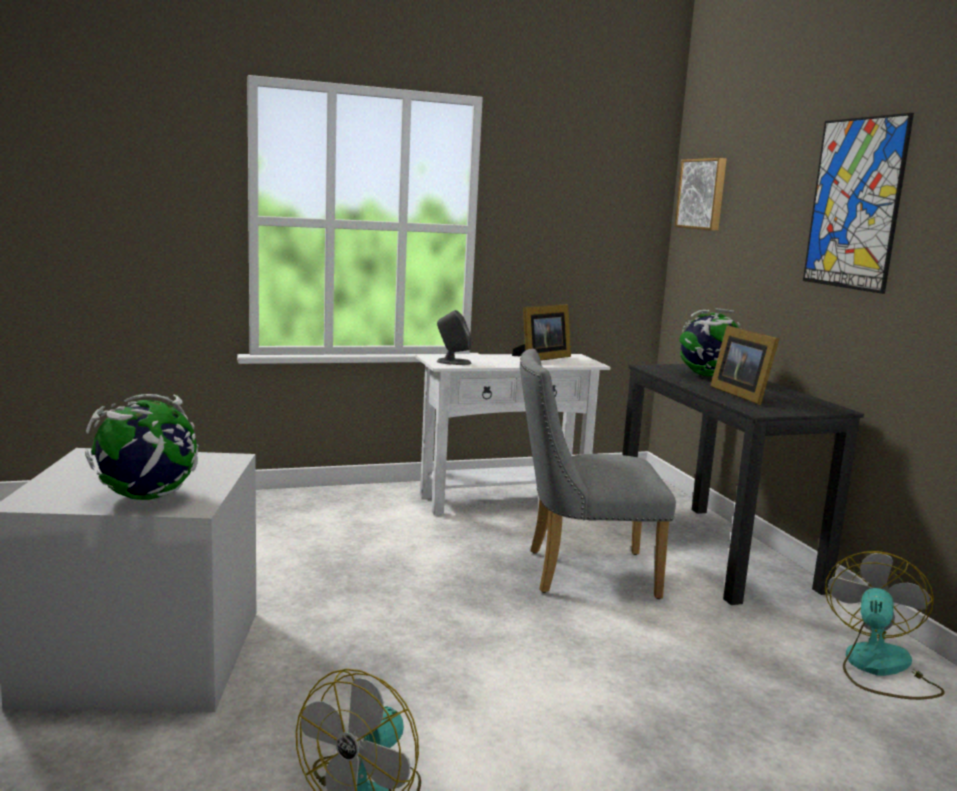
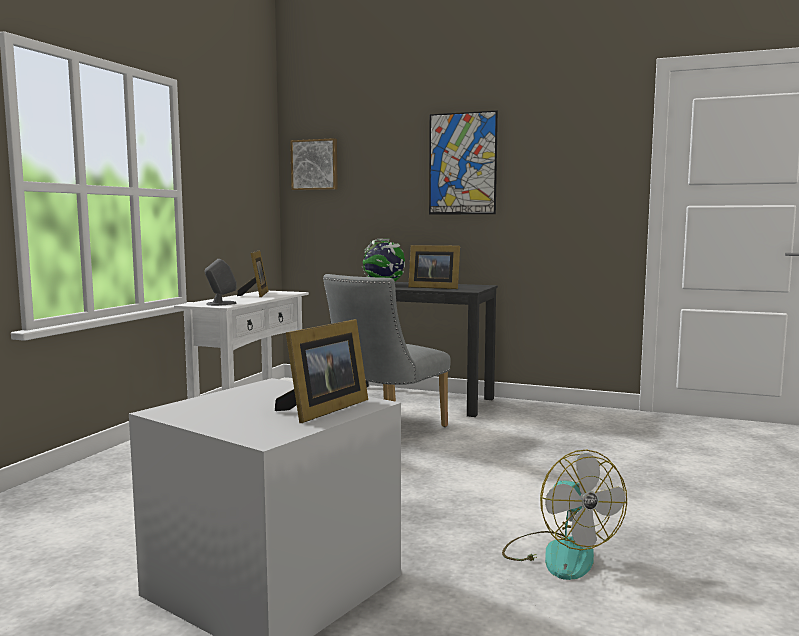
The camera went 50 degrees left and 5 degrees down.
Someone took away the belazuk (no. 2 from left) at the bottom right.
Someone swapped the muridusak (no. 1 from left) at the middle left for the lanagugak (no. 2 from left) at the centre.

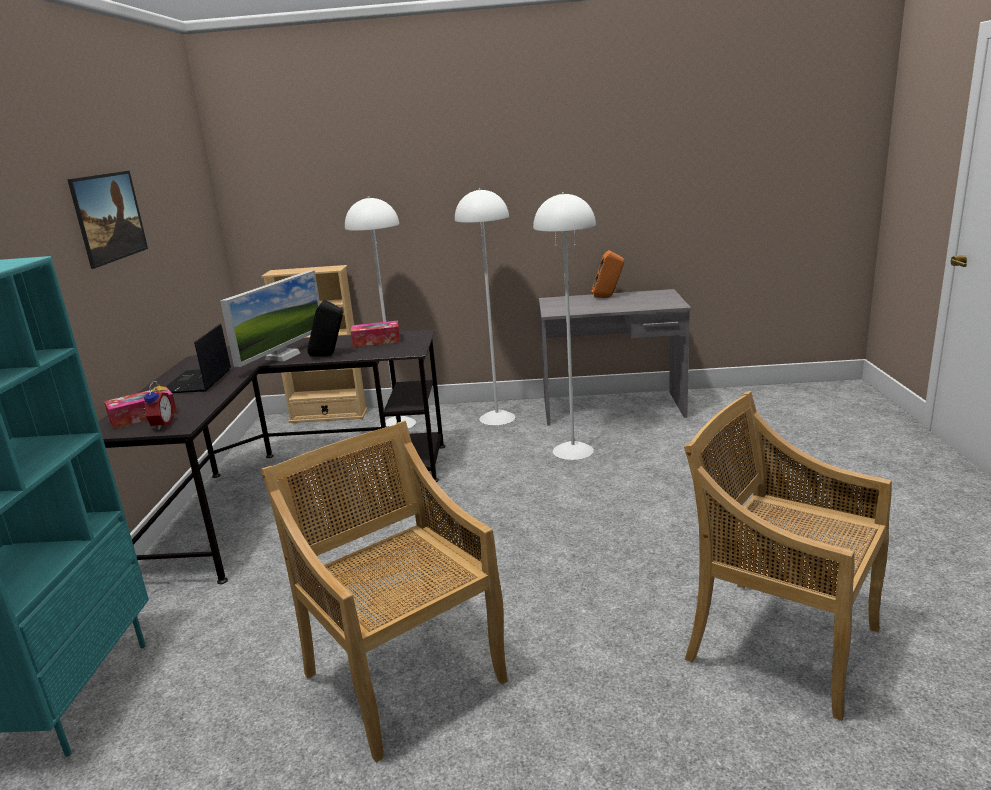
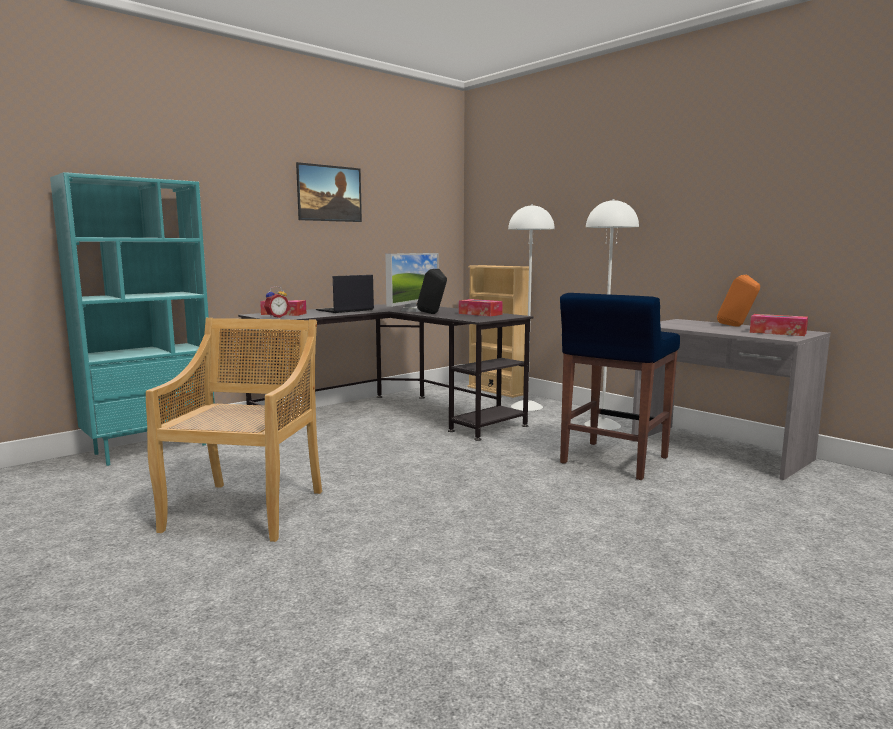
The camera went 45 degrees right and 10 degrees down.
Someone took away the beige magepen (no. 2 from left) at the bottom right.
Someone put down the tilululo (no. 3 from left) at the middle right.
Someone swapped the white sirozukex (no. 3 from left) at the centre for the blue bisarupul at the middle right.
Someone rotated the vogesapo at the middle left by 45 degrees counterclockwise.

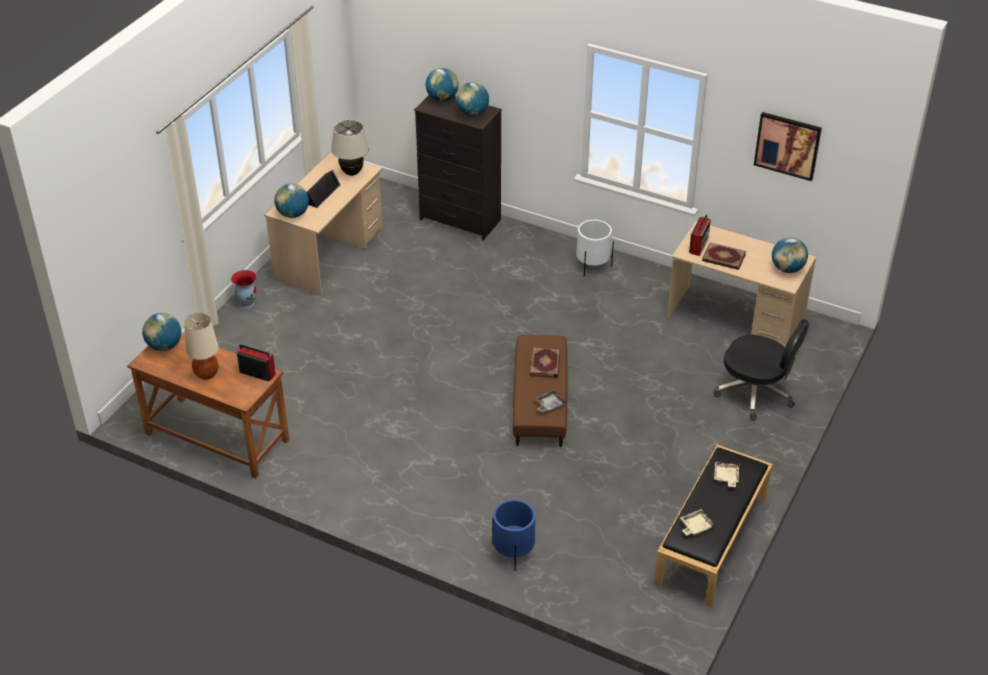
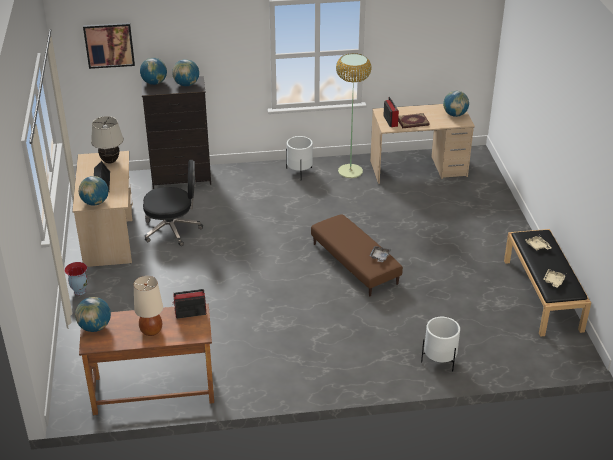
The camera went 35 degrees left and 5 degrees down.
Someone took away the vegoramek (no. 1 from left) at the centre.
Someone put down the sirozukex at the top centre.
Someone carried the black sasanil from the middle right to the middle left.
Someone carried the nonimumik from the top right to the top left.
Someone repainted the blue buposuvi at the bottom centre, which became the white buposuvi (no. 2 from left) at the bottom right.

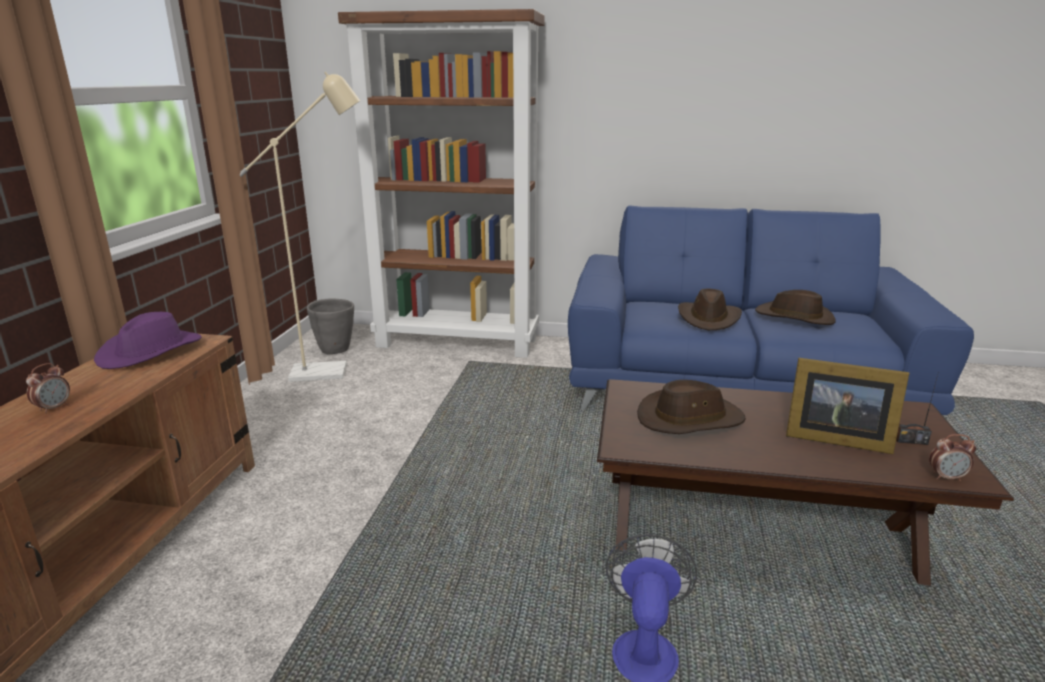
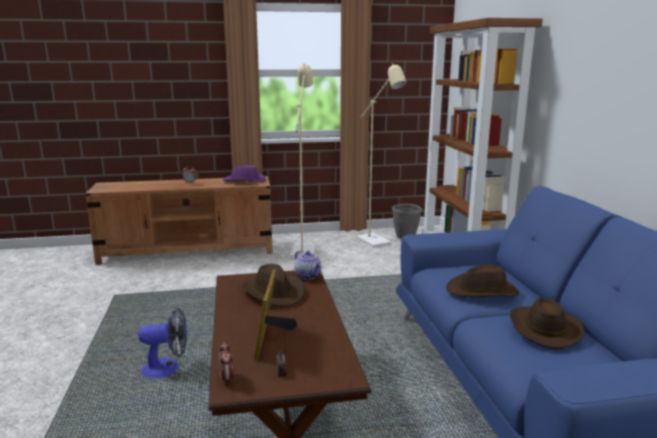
The camera went 70 degrees right and 5 degrees down.
Someone put down the beige sirozukex (no. 1 from left) at the centre.
Someone put down the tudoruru at the centre.

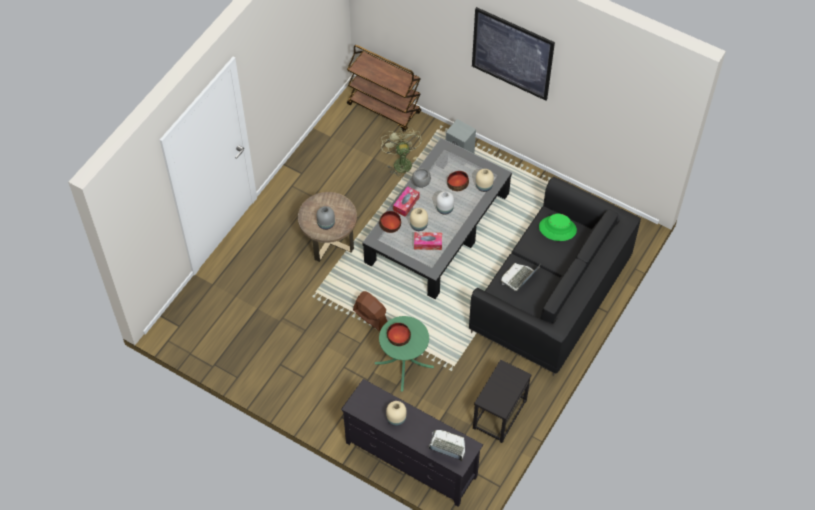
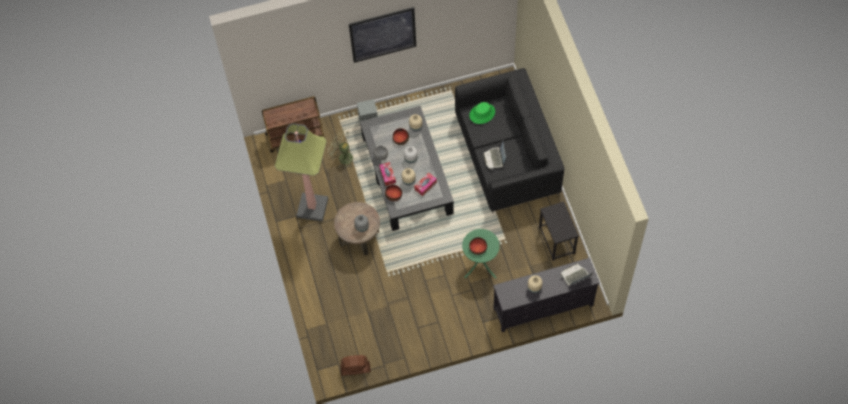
The camera went 45 degrees left and 5 degrees up.
Someone put down the sirozukex at the centre.
Someone carried the brown belazuk from the centre to the bottom centre.

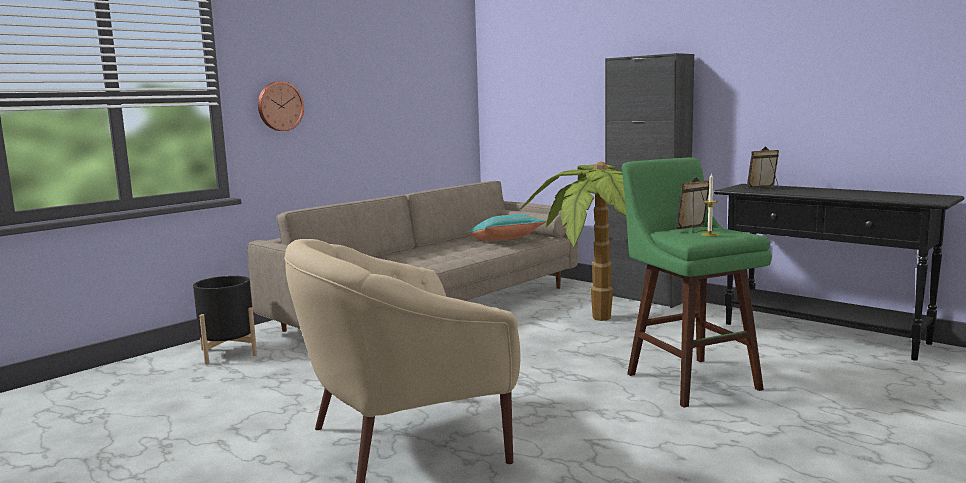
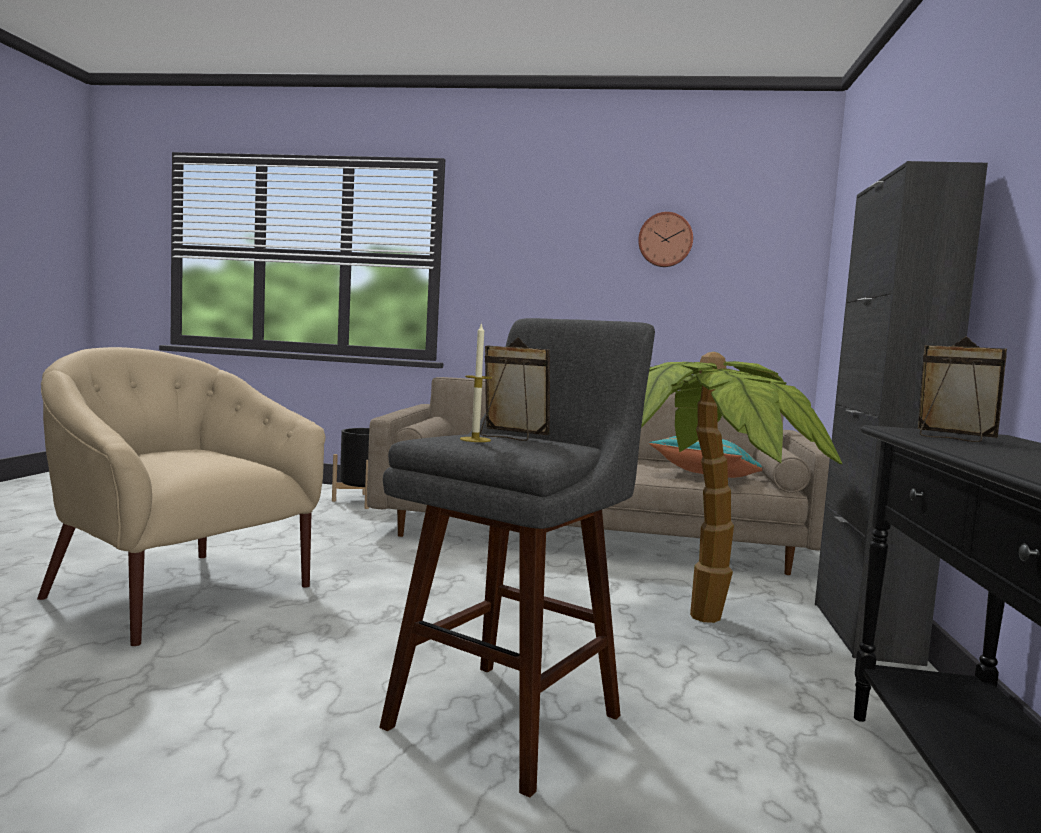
The camera went 55 degrees right and 5 degrees down.
Someone carried the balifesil from the top left to the top centre.
Someone repainted the green bisarupul at the middle right, which became the grey bisarupul at the bottom centre.

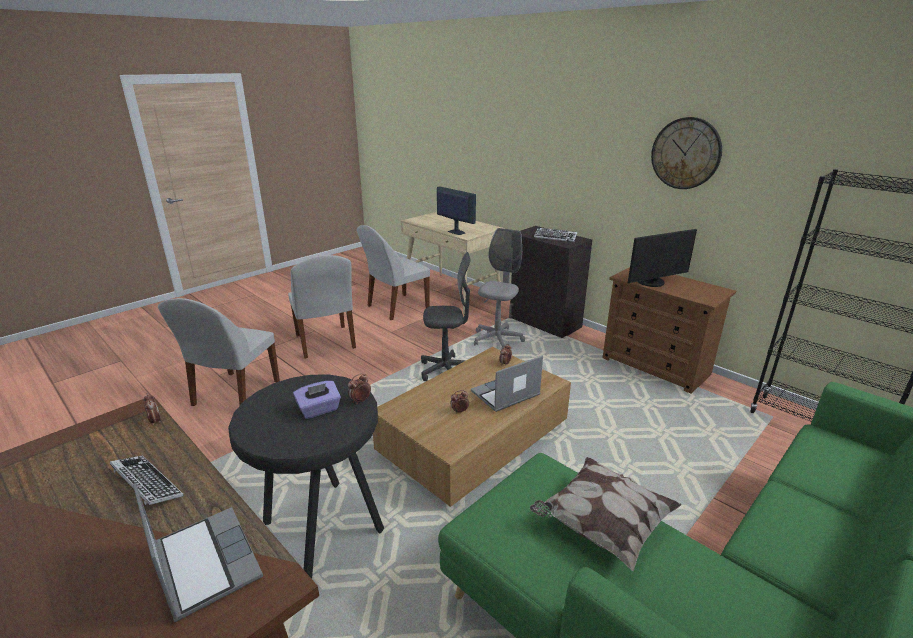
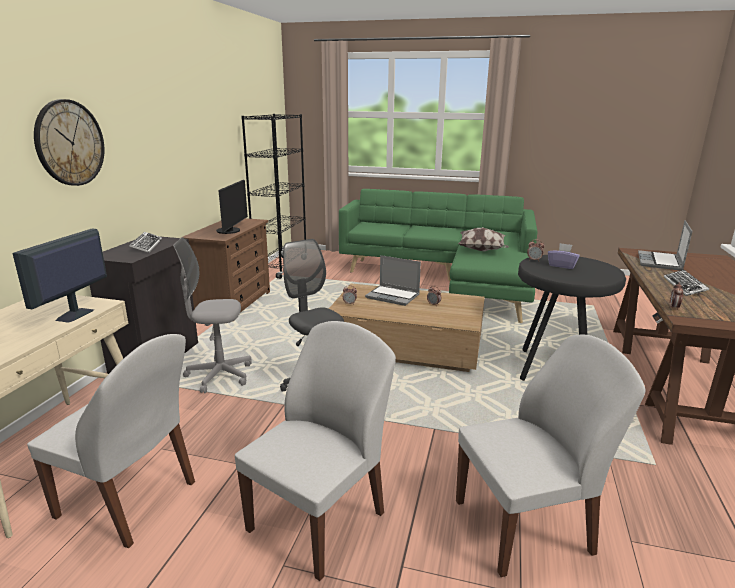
The camera went 120 degrees left and 5 degrees down.
Someone carried the balifesil from the top right to the top left.
Someone rotated the vogesapo (no. 2 from left) at the middle right by 60 degrees clockwise.

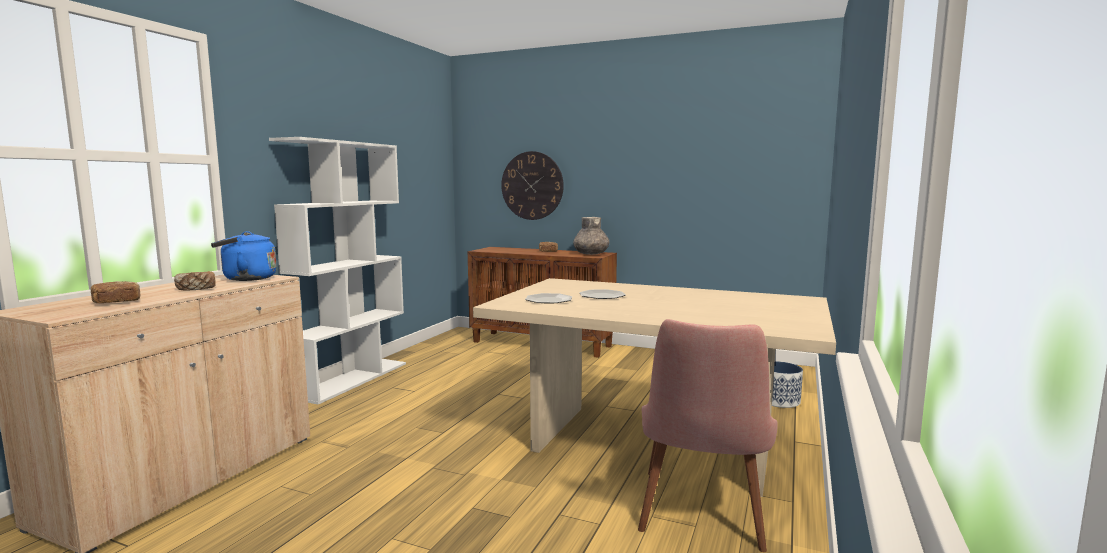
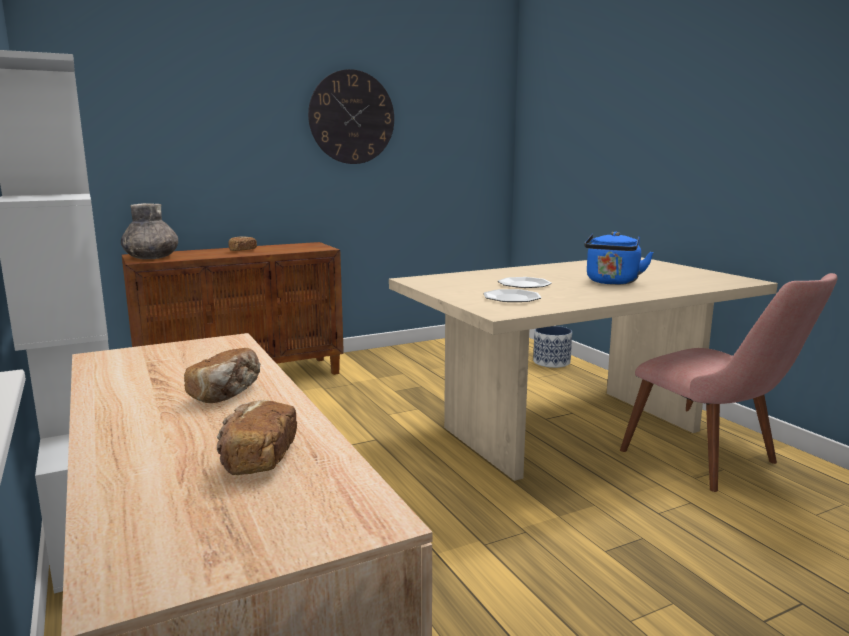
The camera went 50 degrees left and 5 degrees up.
Someone carried the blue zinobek from the middle left to the middle right.
Someone carried the balifesil from the centre to the top centre.
Someone carried the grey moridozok from the centre to the middle left.

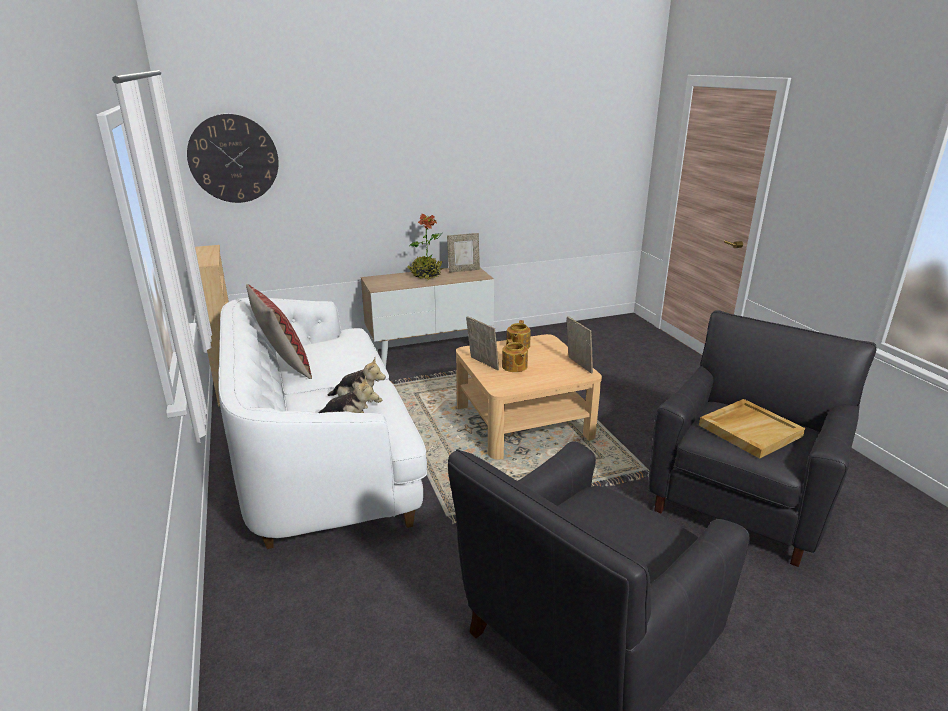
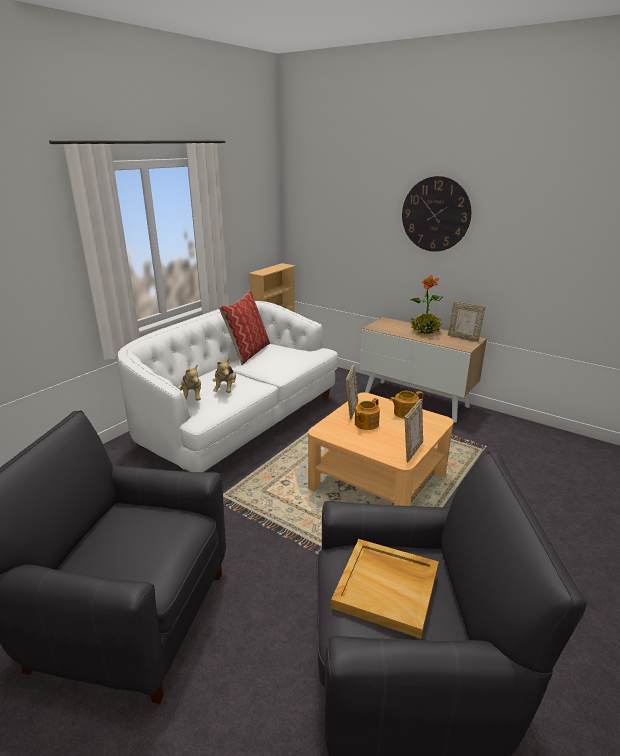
The camera went 55 degrees right and 0 degrees up.
Someone carried the balifesil from the top left to the top right.

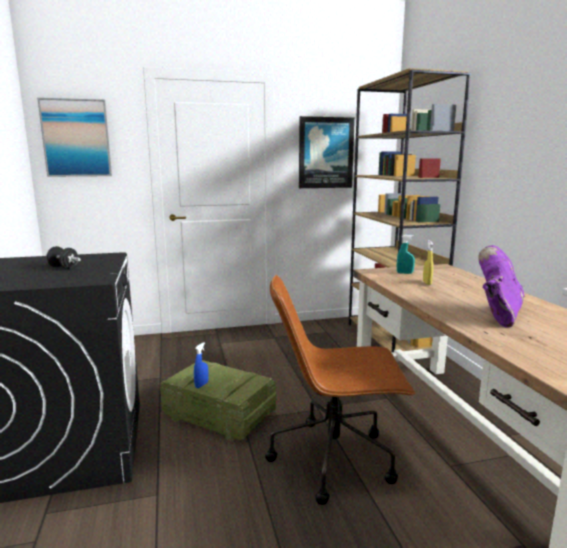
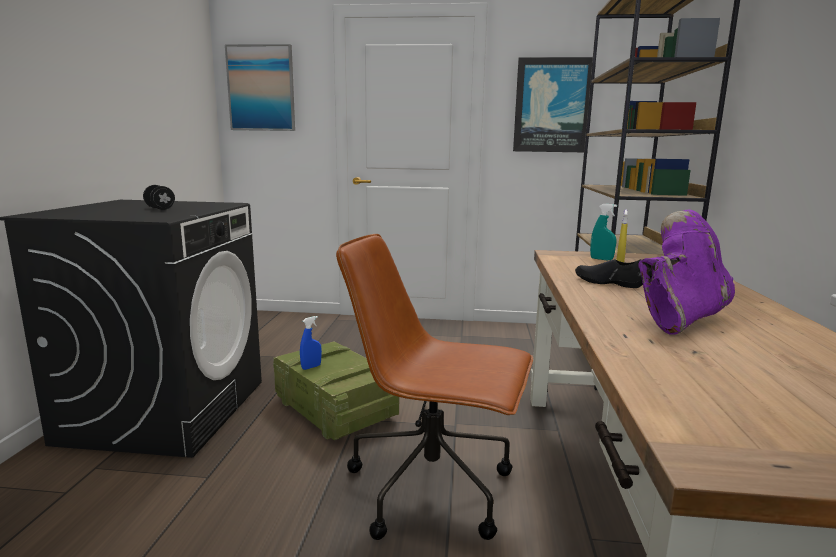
The camera went 20 degrees right and 0 degrees up.
Someone put down the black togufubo at the middle right.

